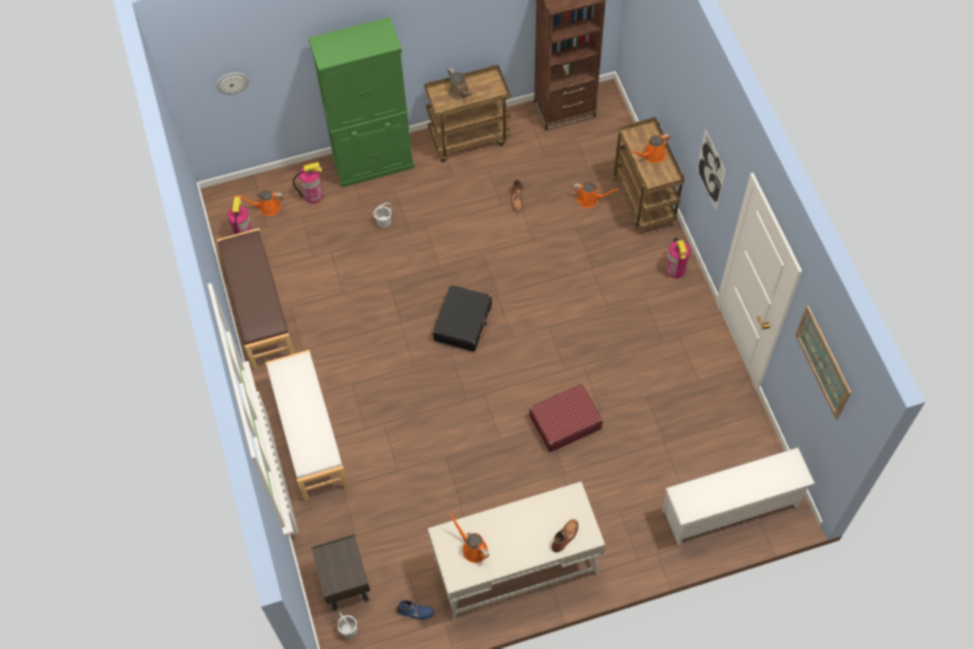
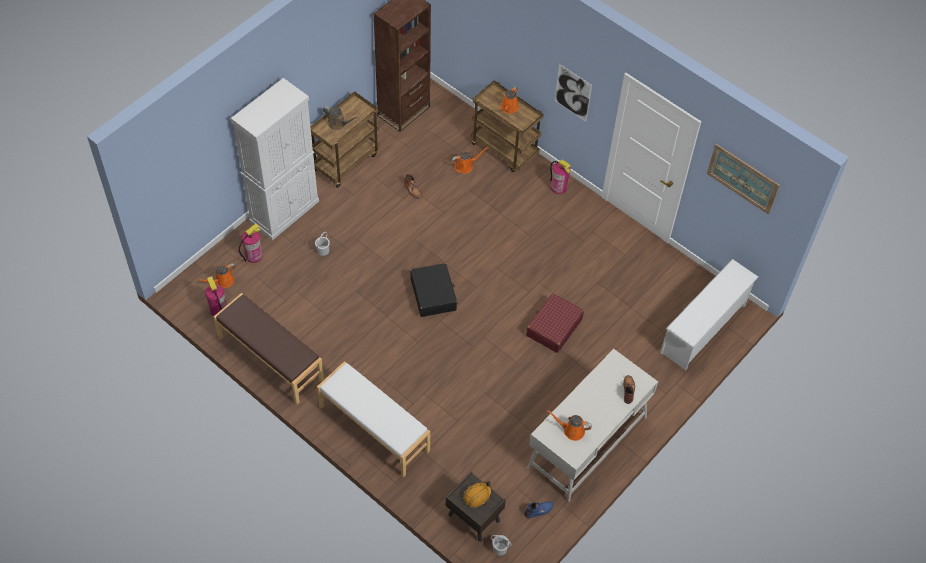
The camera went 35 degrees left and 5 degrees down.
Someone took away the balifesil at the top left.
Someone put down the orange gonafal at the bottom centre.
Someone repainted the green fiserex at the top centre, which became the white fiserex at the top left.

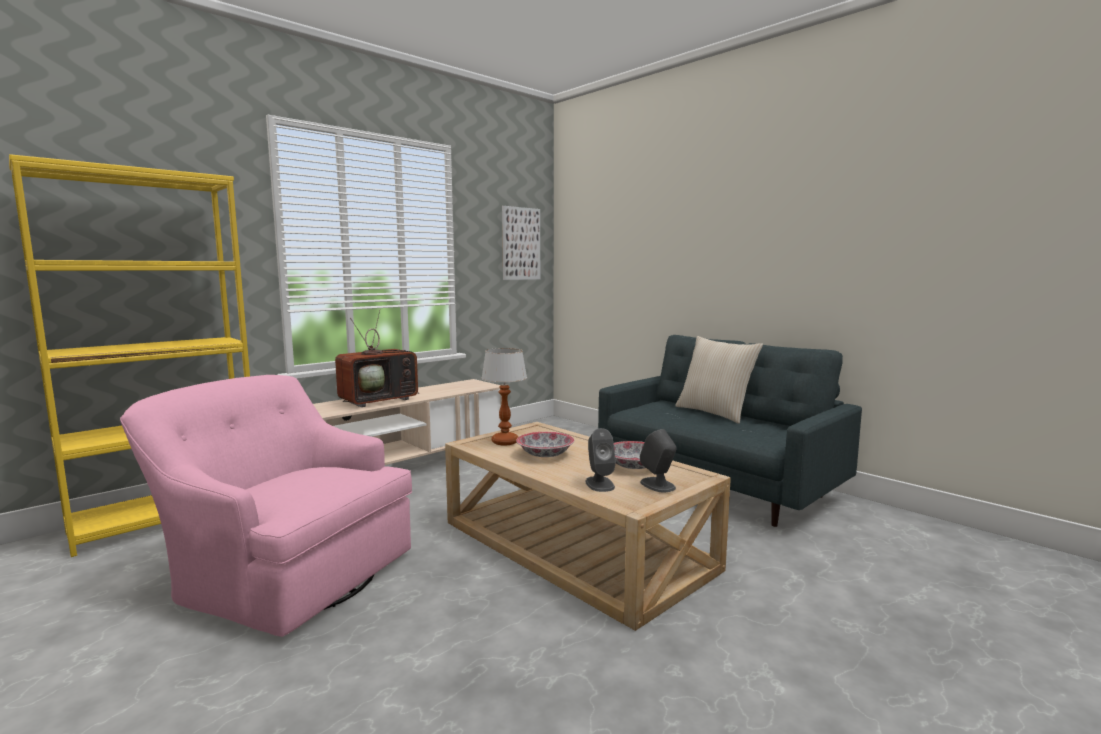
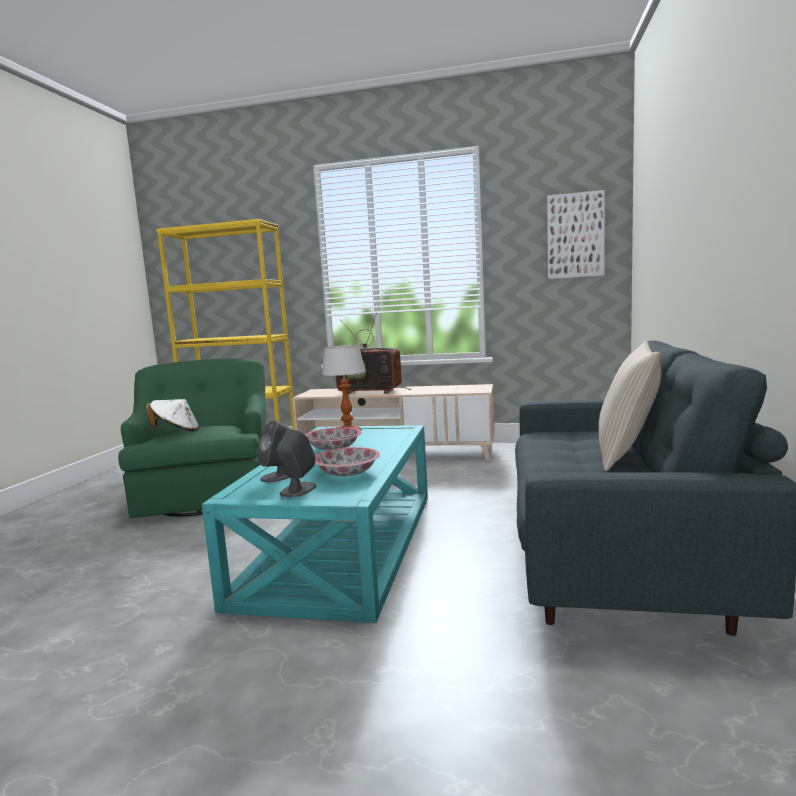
The camera went 55 degrees right and 0 degrees up.
Someone put down the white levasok at the middle left.
Someone repainted the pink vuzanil at the bottom left, which became the green vuzanil at the middle left.
Someone repainted the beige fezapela at the bottom centre, which became the turquoise fezapela at the centre.

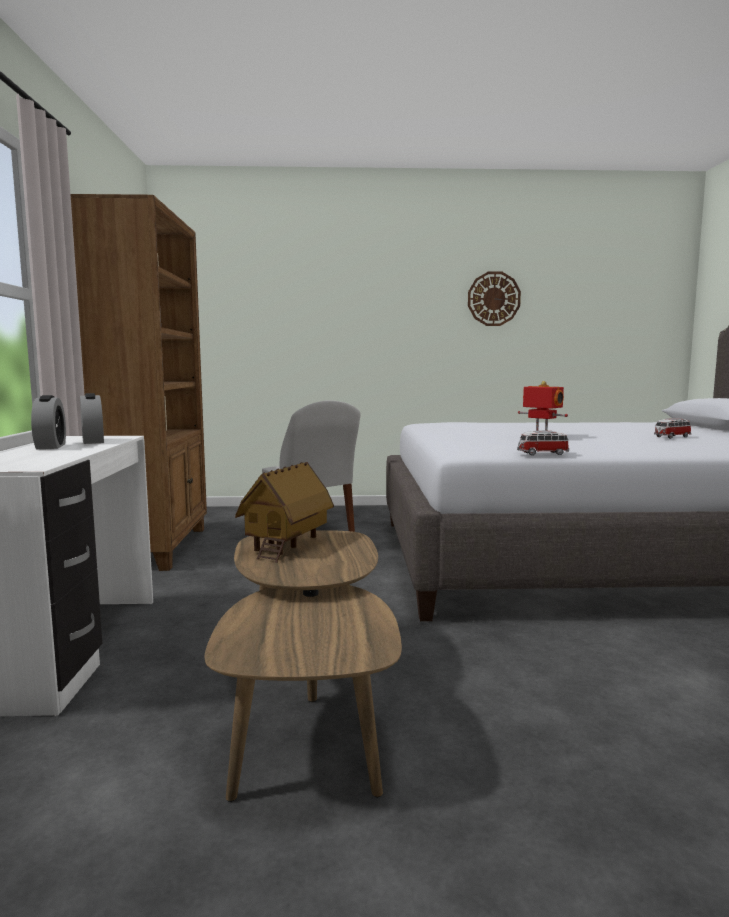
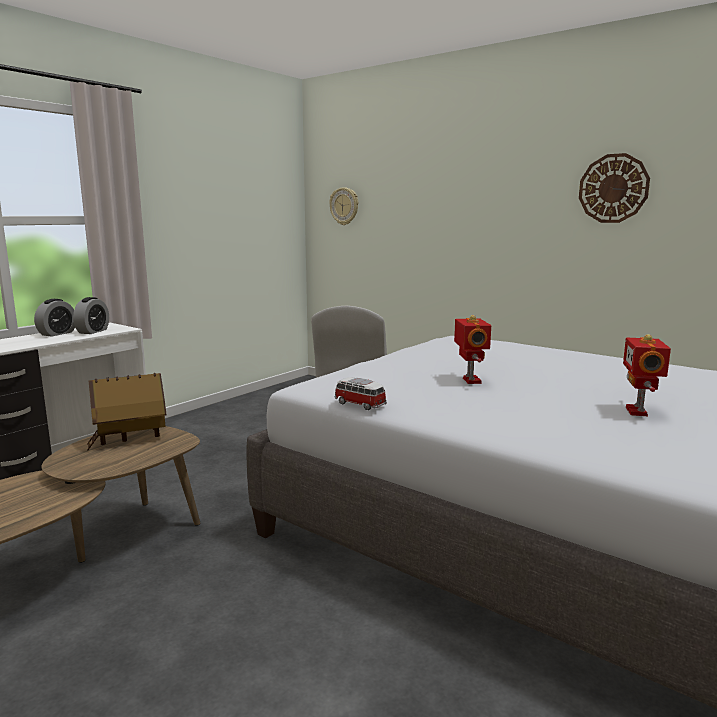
The camera went 40 degrees right and 5 degrees up.
Someone took away the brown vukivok at the middle left.
Someone put up the balifesil (no. 1 from left) at the top centre.
Someone swapped the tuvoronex (no. 2 from left) at the middle right for the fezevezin (no. 2 from left) at the middle right.

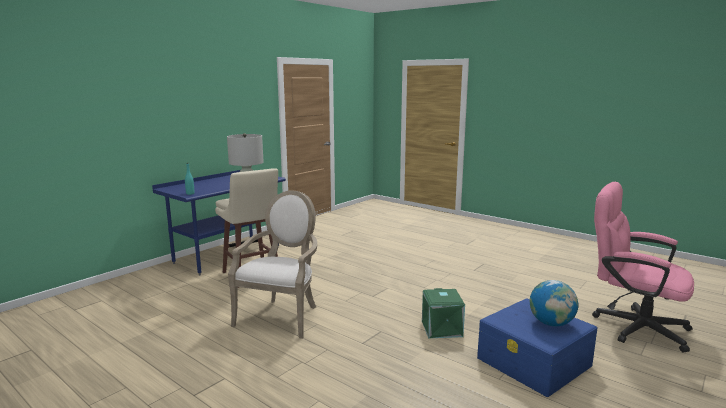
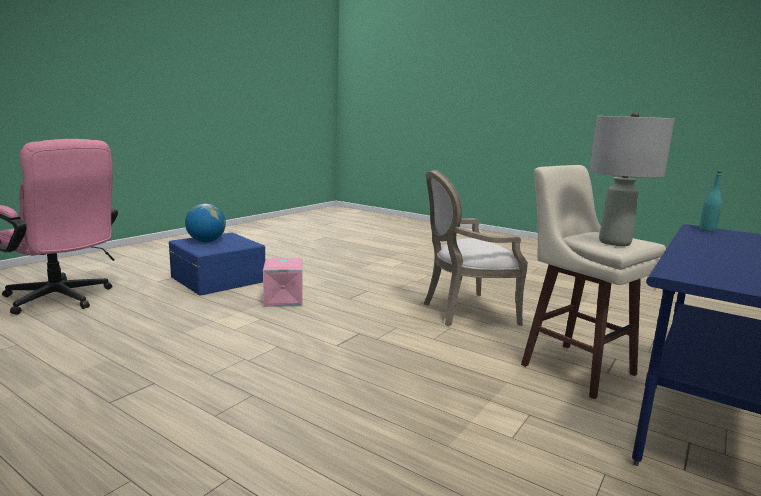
The camera went 175 degrees right and 0 degrees up.
Someone repainted the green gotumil at the bottom centre, which became the pink gotumil at the centre.
Someone rotated the vuzanil at the centre by 60 degrees clockwise.

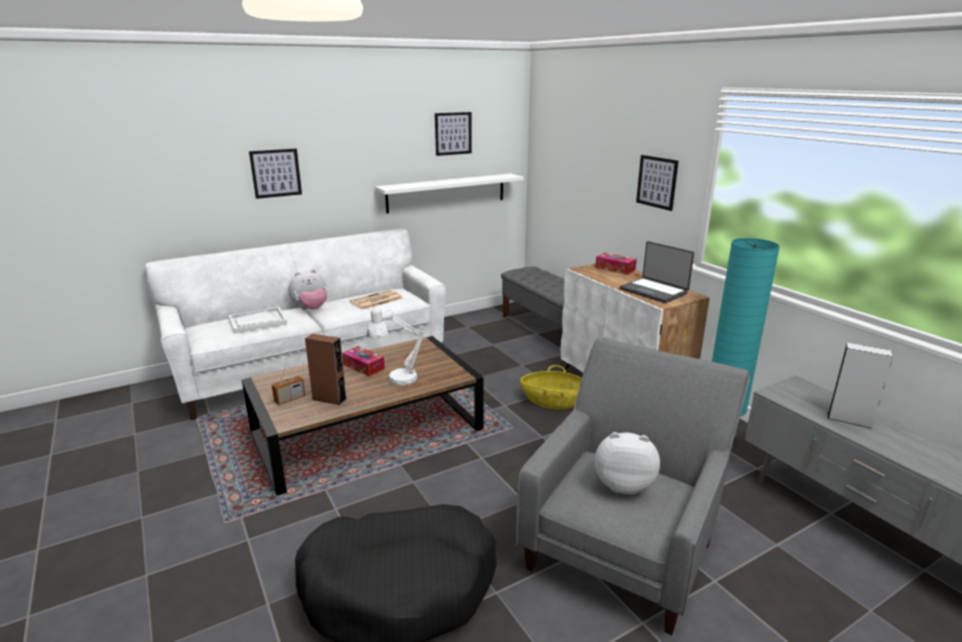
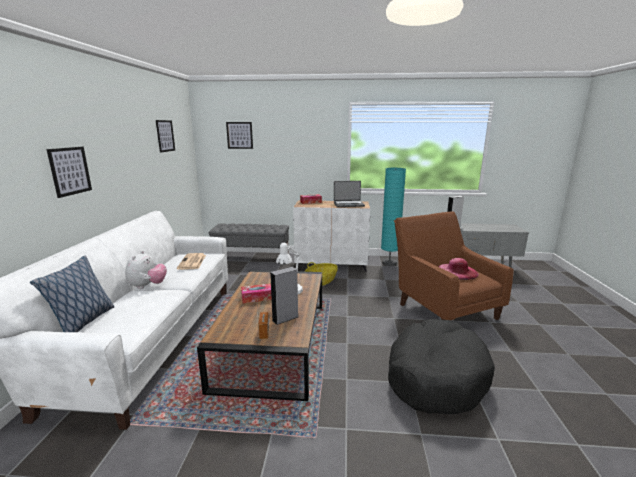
The camera went 55 degrees left and 5 degrees down.
Someone took away the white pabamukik at the middle left.
Someone took away the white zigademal at the top centre.
Someone put down the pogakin at the middle left.
Someone carried the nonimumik (no. 3 from left) from the top right to the top centre.
Someone swapped the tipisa (no. 2 from left) at the bottom centre for the pink levasok at the middle right.
Someone repainted the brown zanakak at the centre, which became the grey zanakak (no. 1 from left) at the centre.
Someone repainted the grey vuzanil at the bottom centre, which became the brown vuzanil at the middle right.

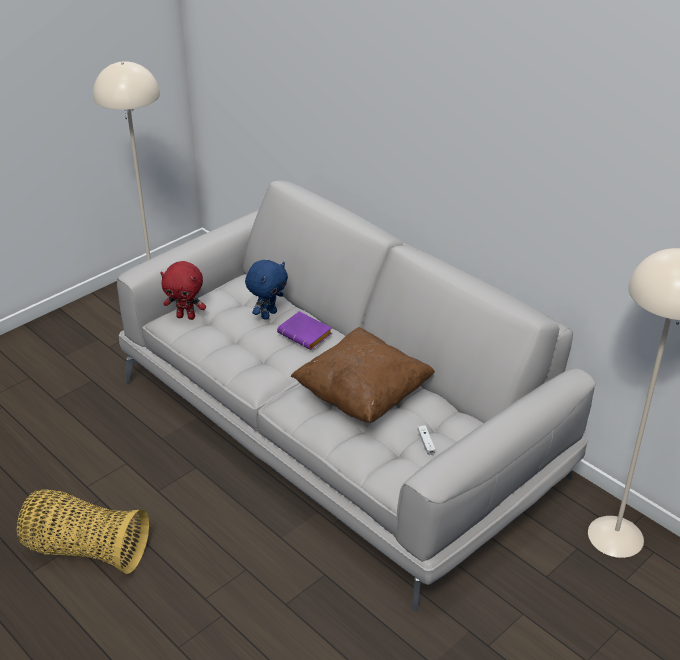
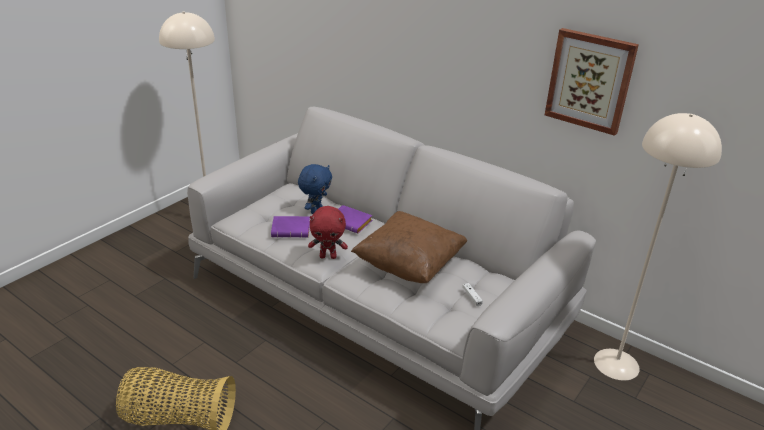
The camera went 10 degrees left and 5 degrees down.
Someone put down the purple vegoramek (no. 1 from left) at the centre.
Someone put up the nonimumik at the top right.
Someone carried the red tipisa from the middle left to the centre.

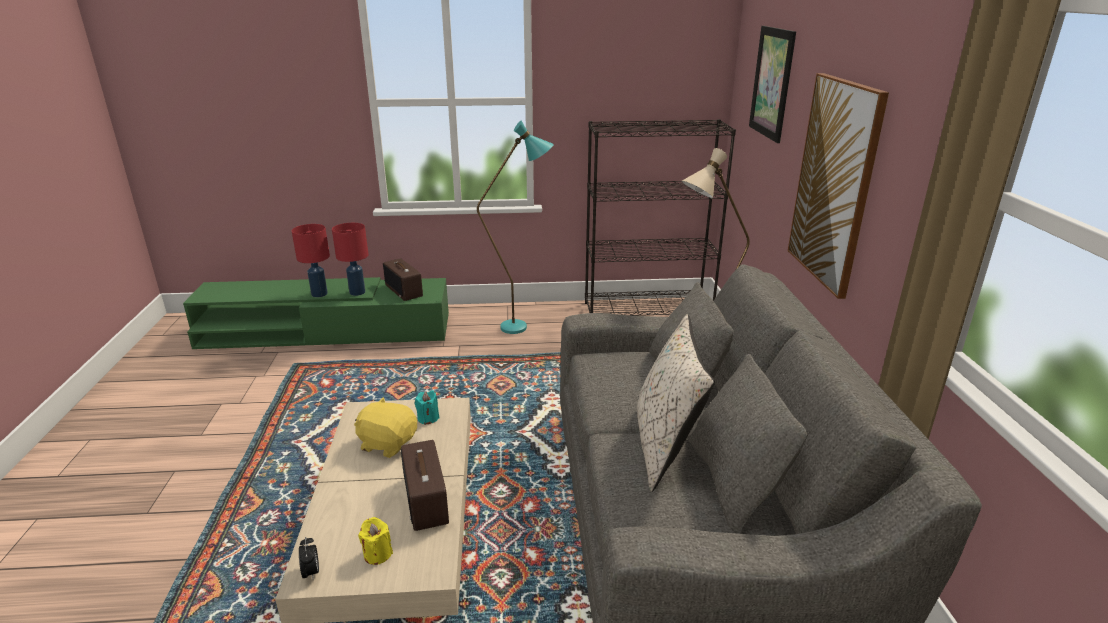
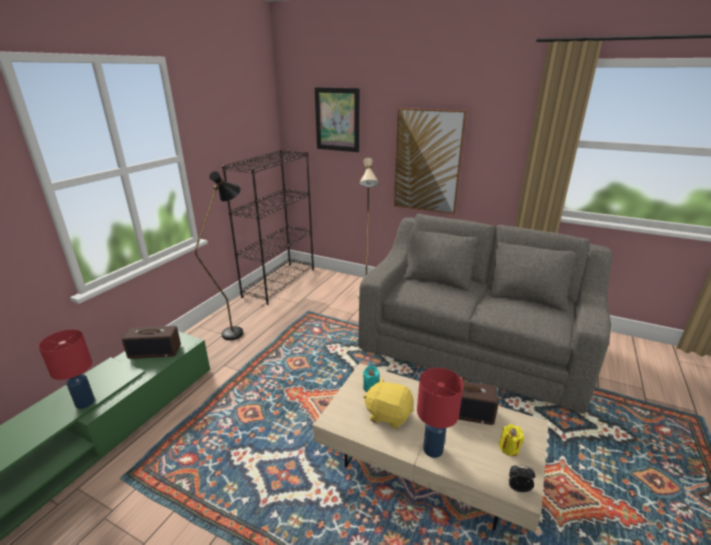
The camera went 60 degrees left and 0 degrees up.
Someone took away the beige pogakin at the centre.
Someone carried the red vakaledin (no. 2 from left) from the middle left to the bottom centre.
Someone repainted the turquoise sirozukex at the centre, which became the black sirozukex at the middle left.
Someone rotated the yellow tipisa at the bottom centre by 60 degrees clockwise.

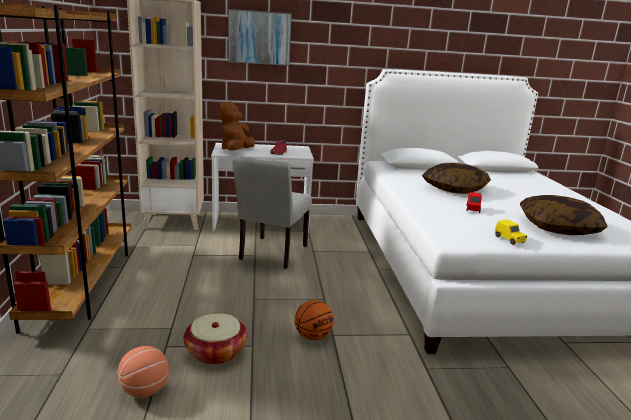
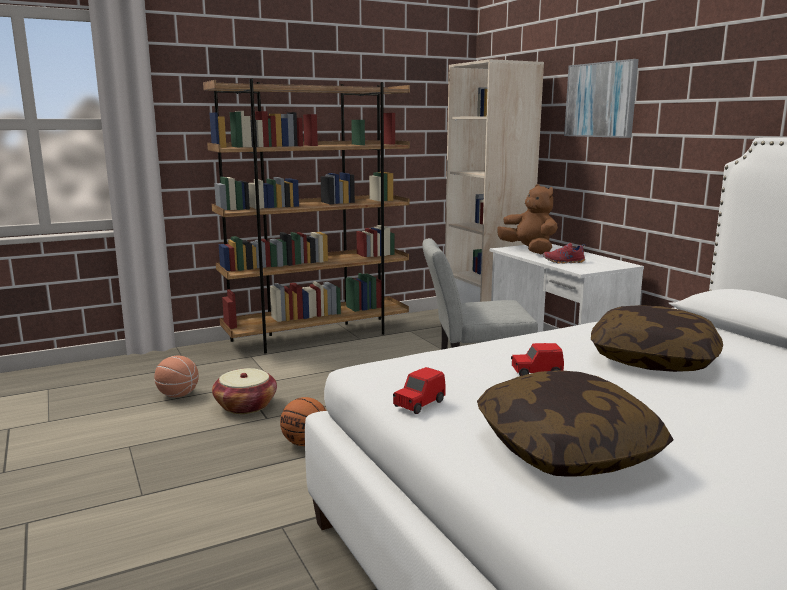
The camera went 70 degrees right and 5 degrees down.
Someone repainted the yellow tuvoronex at the middle right, which became the red tuvoronex (no. 1 from left) at the centre.
Someone rotated the brown tipisa at the top centre by 60 degrees clockwise.

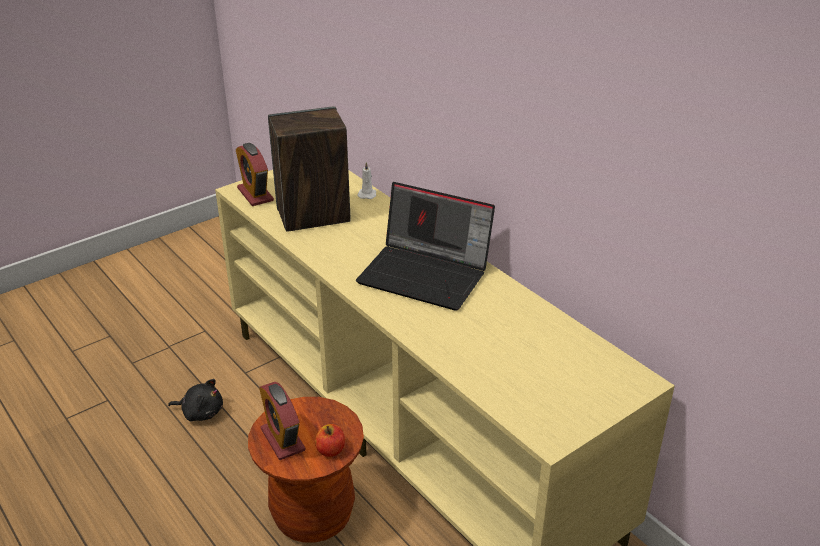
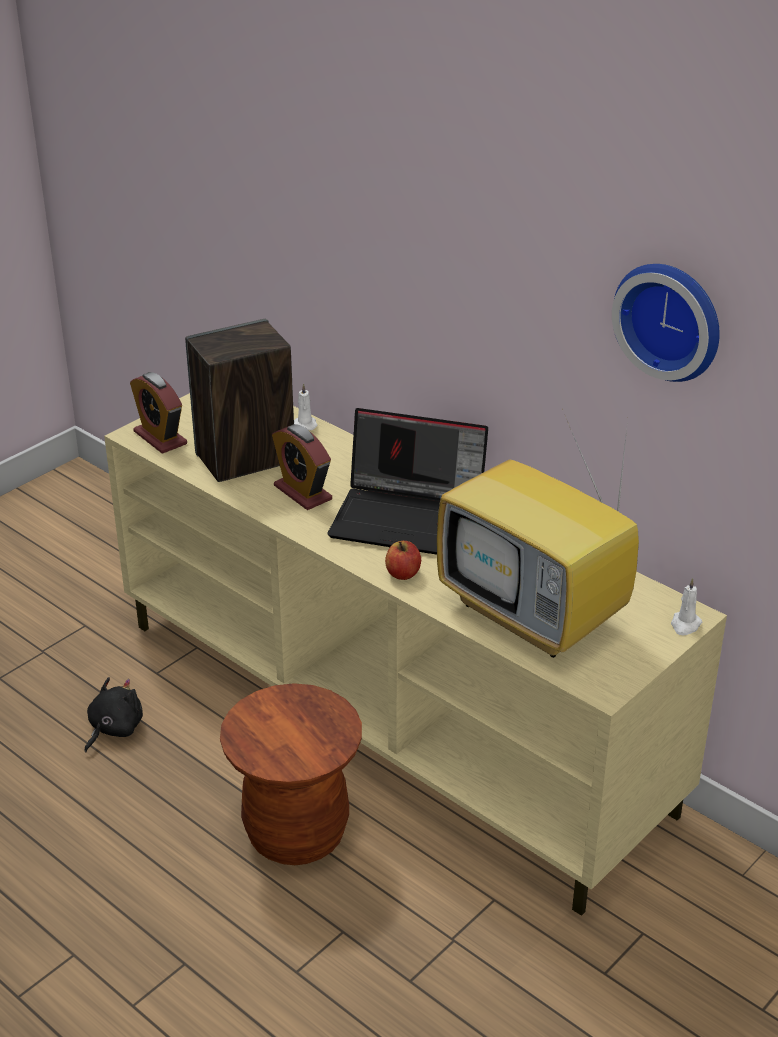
The camera went 10 degrees left and 0 degrees up.
Someone put down the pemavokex at the middle right.
Someone put up the balifesil at the top right.
Someone put down the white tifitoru (no. 2 from left) at the middle right.
Someone carried the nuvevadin (no. 2 from left) from the bottom centre to the centre.
Someone carried the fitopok from the bottom centre to the centre.
Someone rotated the black tipisa at the bottom left by 60 degrees counterclockwise.

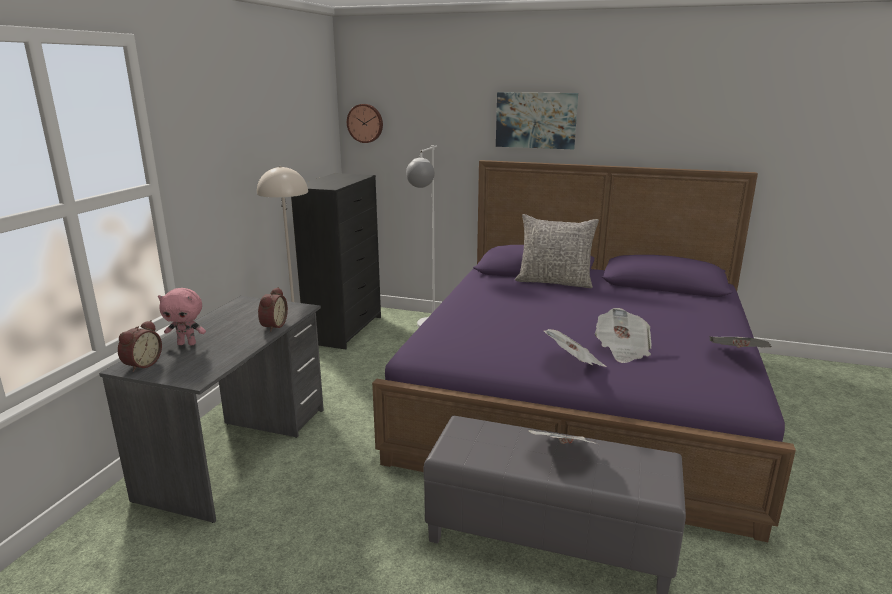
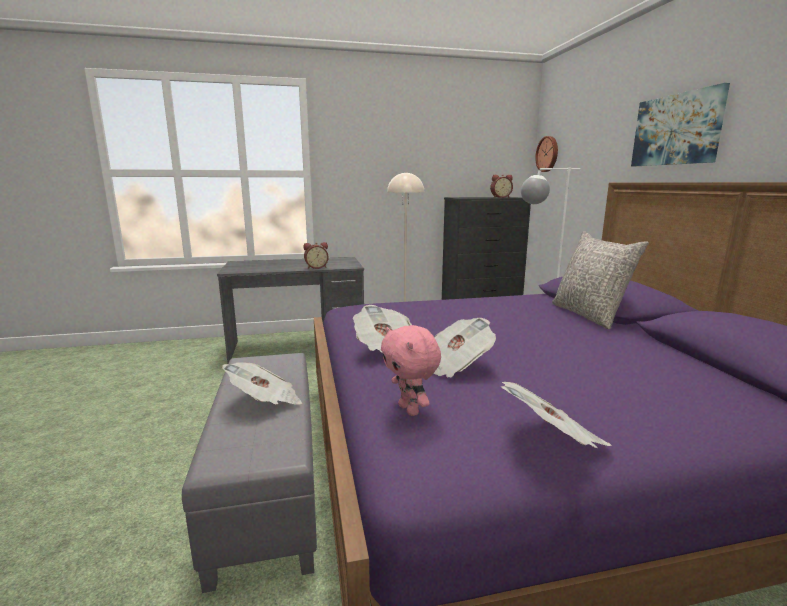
The camera went 60 degrees right and 5 degrees down.
Someone carried the nuvevadin (no. 1 from left in the first image) from the middle left to the top centre.
Someone carried the pink tipisa from the middle left to the centre.

